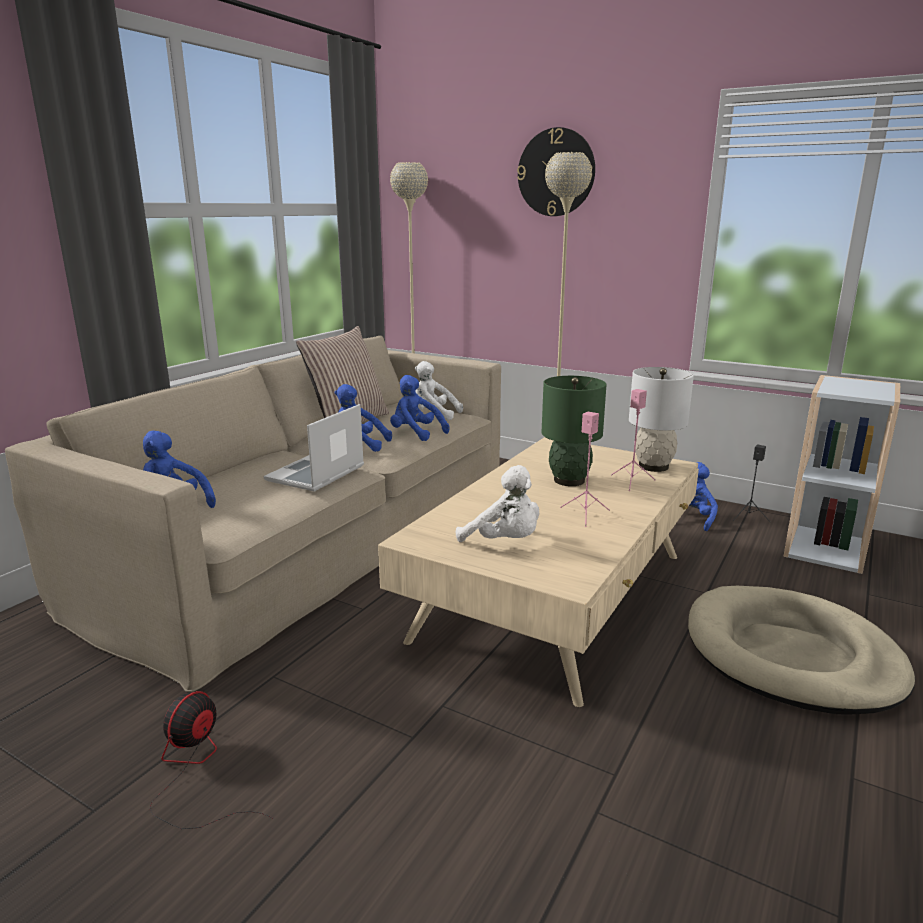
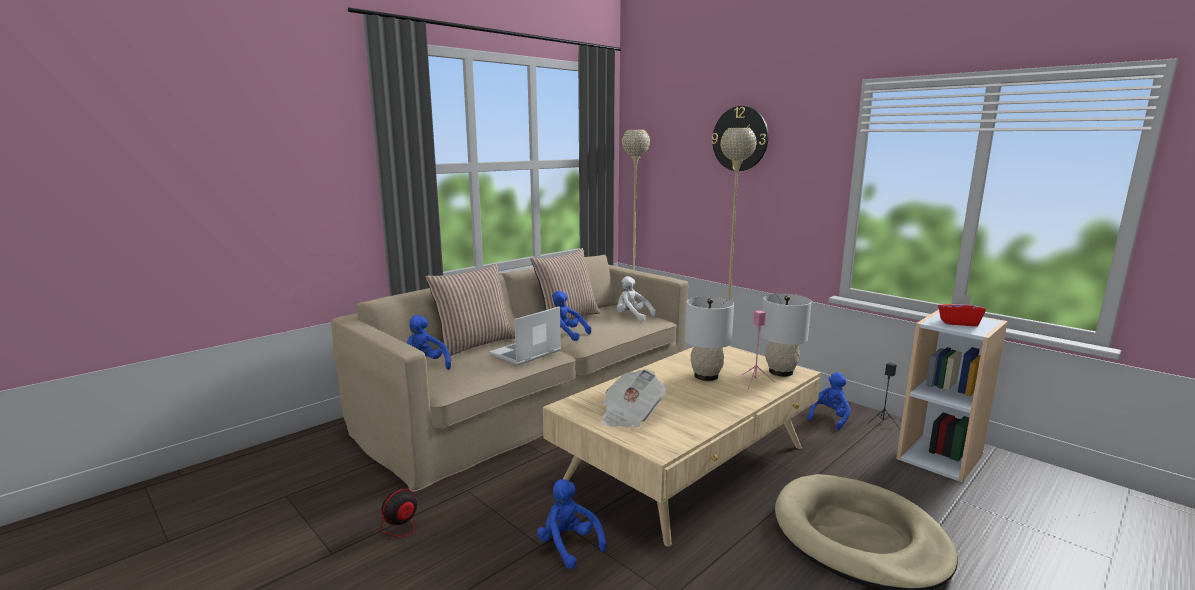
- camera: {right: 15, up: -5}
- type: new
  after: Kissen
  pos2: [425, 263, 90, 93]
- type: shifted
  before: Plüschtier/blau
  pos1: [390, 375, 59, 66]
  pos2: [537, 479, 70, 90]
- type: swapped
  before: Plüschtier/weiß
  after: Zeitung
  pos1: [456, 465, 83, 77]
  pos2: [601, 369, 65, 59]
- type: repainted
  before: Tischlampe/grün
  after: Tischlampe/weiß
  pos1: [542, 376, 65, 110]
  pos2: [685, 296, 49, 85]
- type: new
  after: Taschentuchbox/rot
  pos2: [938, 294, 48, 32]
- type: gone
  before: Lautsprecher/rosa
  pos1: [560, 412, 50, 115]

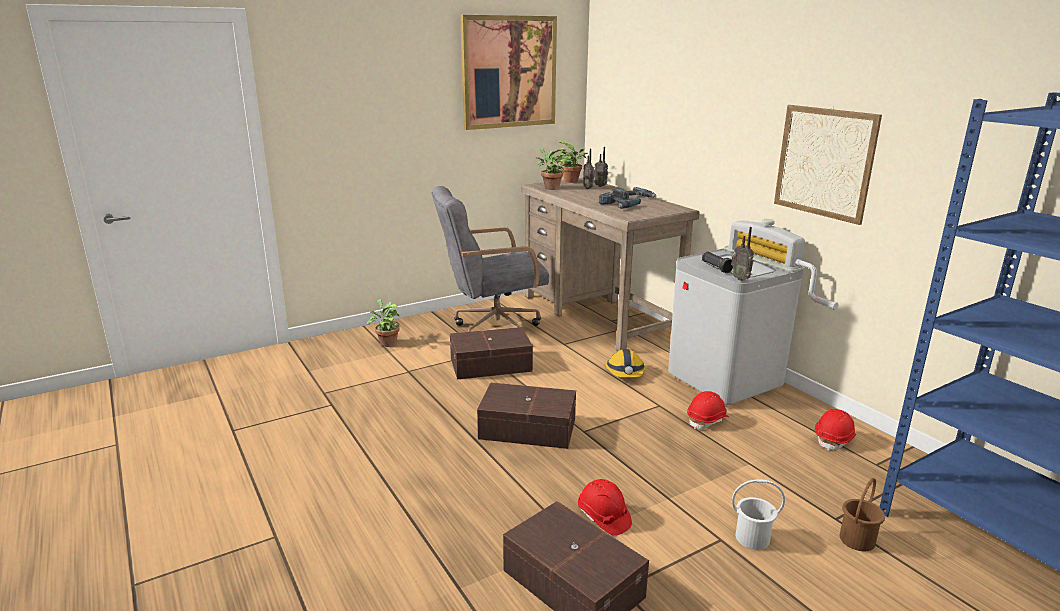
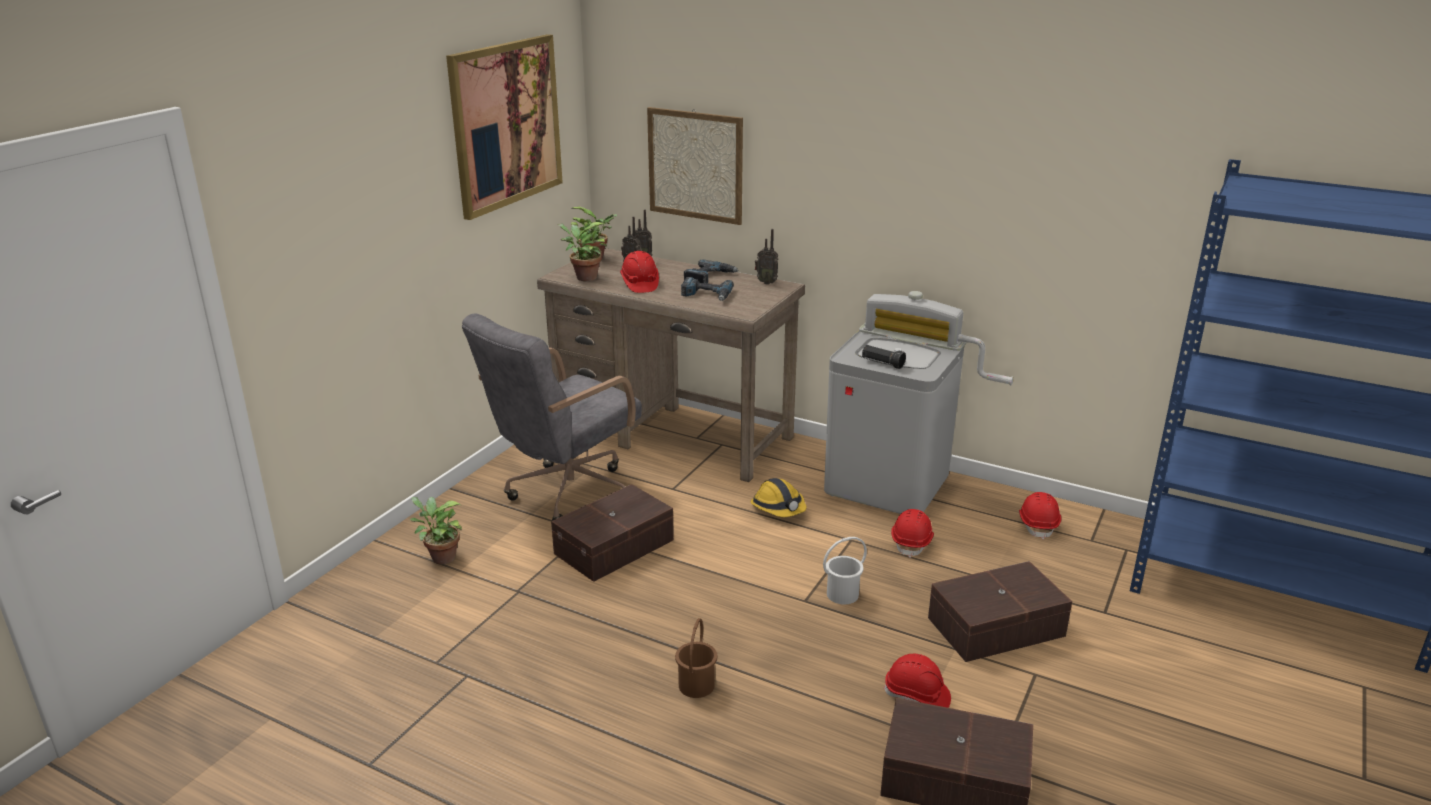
- camera: {right: -30, up: 5}
- type: new
  after: Schutzhelm/rot
  pos2: [620, 251, 39, 42]
- type: shifted
  before: Bild
  pos1: [774, 105, 108, 120]
  pos2: [647, 107, 96, 118]
- type: shifted
  before: Eimer/braun
  pos1: [840, 478, 45, 73]
  pos2: [675, 618, 43, 80]
- type: shifted
  before: Radio
  pos1: [731, 227, 23, 54]
  pos2: [755, 229, 23, 56]
- type: shifted
  before: Eimer/weiß
  pos1: [732, 479, 53, 71]
  pos2: [823, 537, 44, 67]
- type: shifted
  before: Aufbewahrungsbox/braun
  pos1: [477, 383, 99, 66]
  pos2: [928, 561, 144, 101]

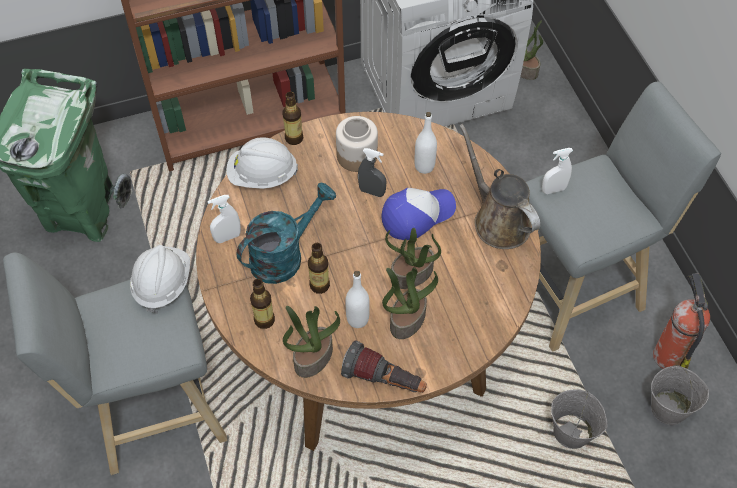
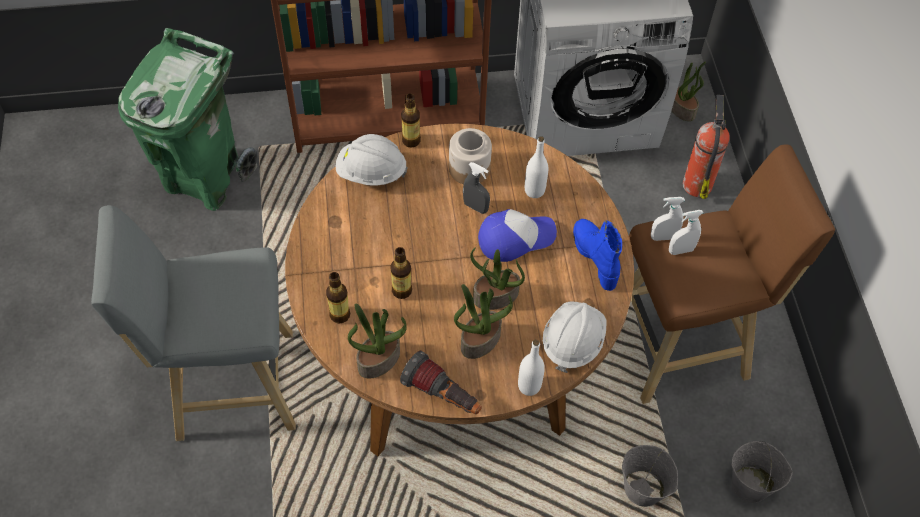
- camera: {right: 10, up: 0}
- type: shifted
  before: Flasche/weiß
  pos1: [345, 271, 25, 57]
  pos2: [518, 339, 27, 57]
- type: shifted
  before: Schutzhelm/weiß
  pos1: [130, 245, 60, 68]
  pos2: [543, 302, 64, 71]
- type: swapped
  before: Gießkanne/braun
  after: Stiefel/blau
  pos1: [460, 124, 80, 125]
  pos2: [573, 219, 49, 72]
- type: repainted
  before: Hocker/grau
  after: Hocker/braun
  pos1: [526, 82, 195, 270]
  pos2: [629, 144, 206, 260]
- type: shifted
  before: Sprühflasche/weiß
  pos1: [208, 195, 33, 48]
  pos2: [669, 210, 34, 45]
- type: shifted
  before: Feuerlöscher
  pos1: [653, 273, 57, 96]
  pos2: [683, 95, 47, 104]
- type: gone
  before: Gießkanne/türkis
  pos1: [236, 182, 100, 102]

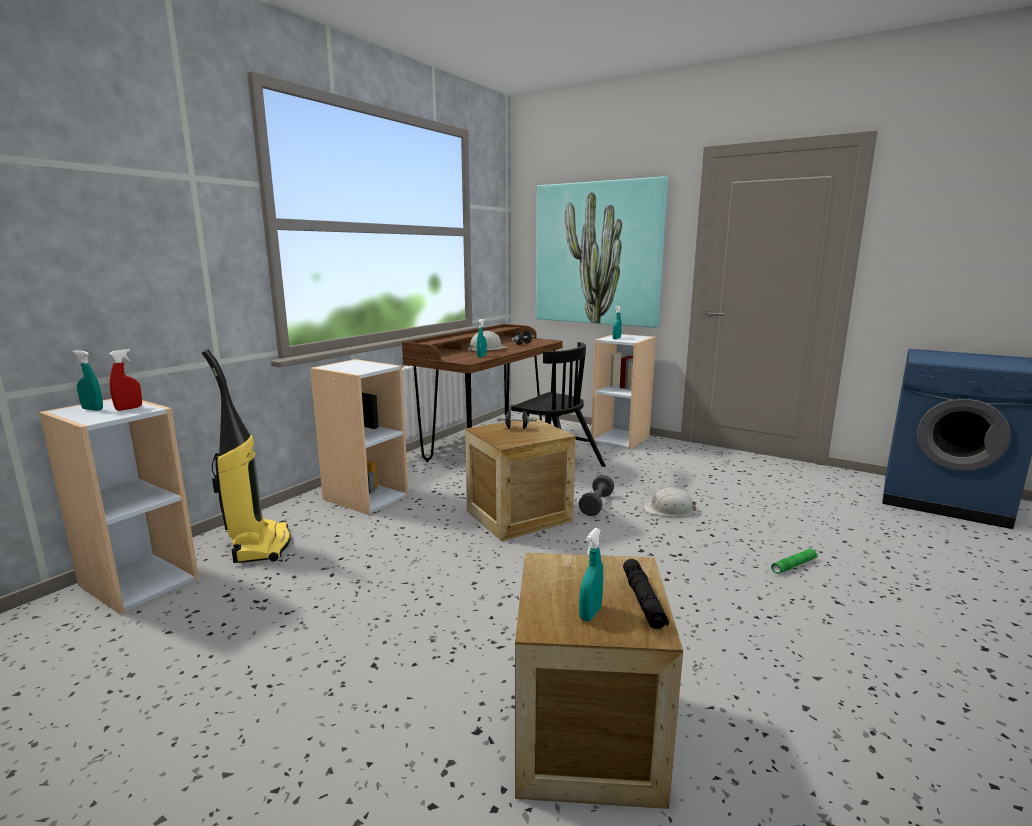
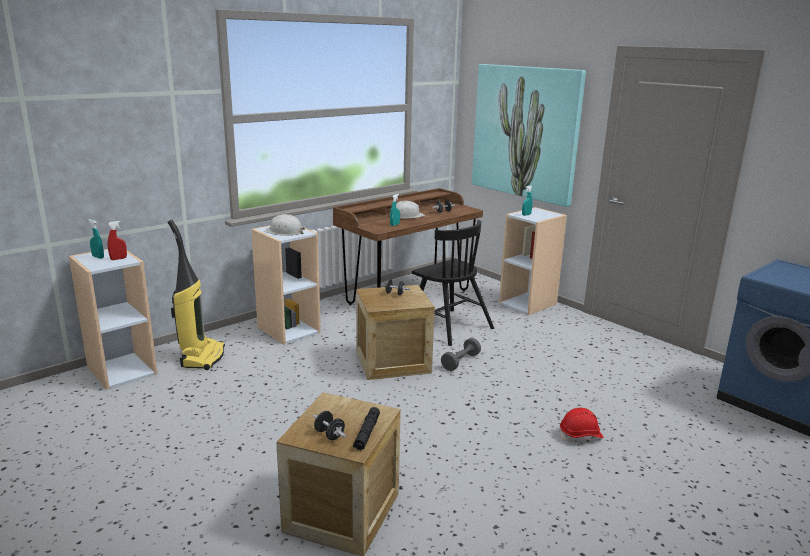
- camera: {right: 15, up: 5}
- type: shifted
  before: Schutzhelm/weiß
  pos1: [643, 487, 53, 30]
  pos2: [264, 214, 41, 22]
- type: swapped
  before: Sprühflasche/türkis
  after: Hantel/schwarz
  pos1: [579, 528, 24, 94]
  pos2: [313, 411, 33, 29]
- type: swapped
  before: Taschenlampe/grün
  after: Schutzhelm/rot
  pos1: [771, 548, 47, 26]
  pos2: [560, 408, 44, 34]

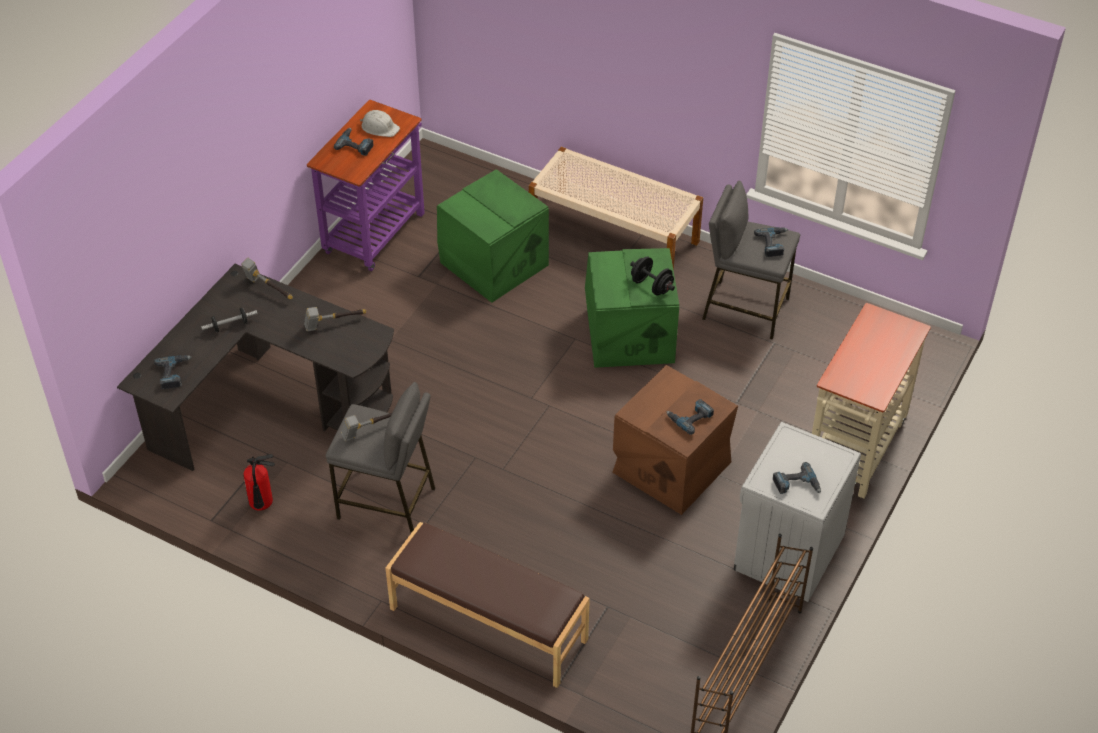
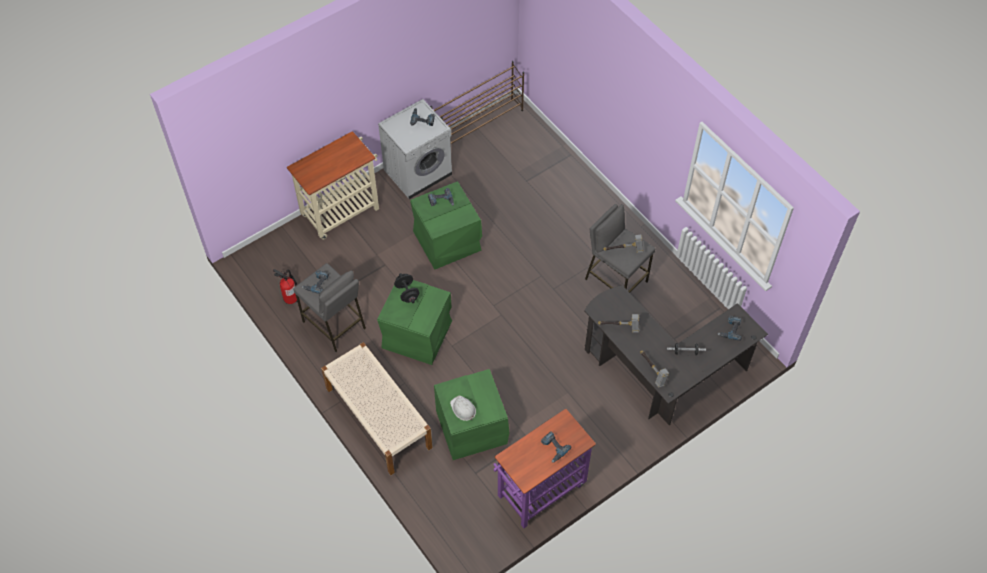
- camera: {right: -155, up: 10}
- type: shifted
  before: Feuerlöscher
  pos1: [243, 454, 32, 57]
  pos2: [273, 269, 24, 35]
- type: repainted
  before: Aufbewahrungsbox/braun
  after: Aufbewahrungsbox/grün
  pos1: [612, 365, 126, 150]
  pos2: [410, 181, 72, 89]
- type: shifted
  before: Schutzhelm/weiß
  pos1: [360, 110, 40, 27]
  pos2: [450, 396, 26, 25]
- type: gone
  before: Bank/braun
  pos1: [385, 522, 205, 166]

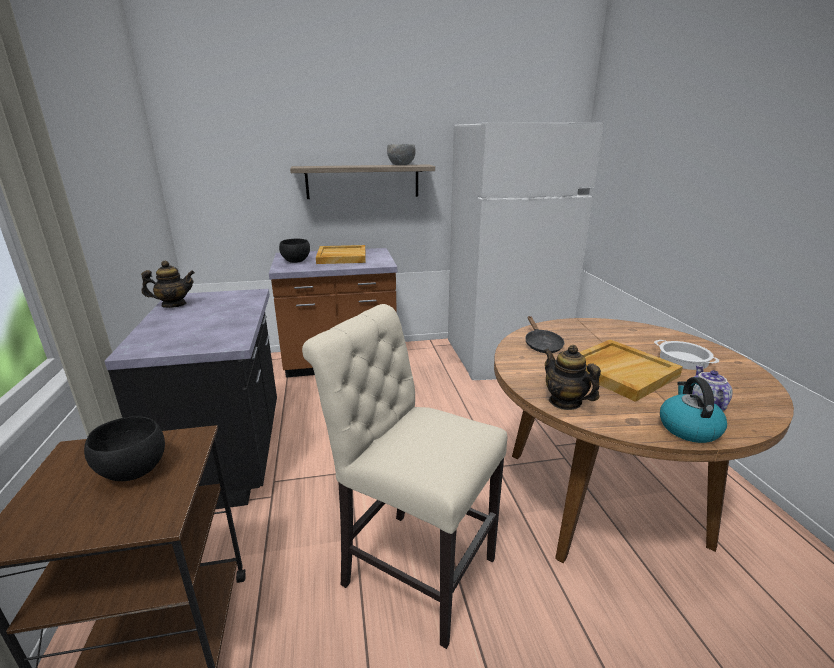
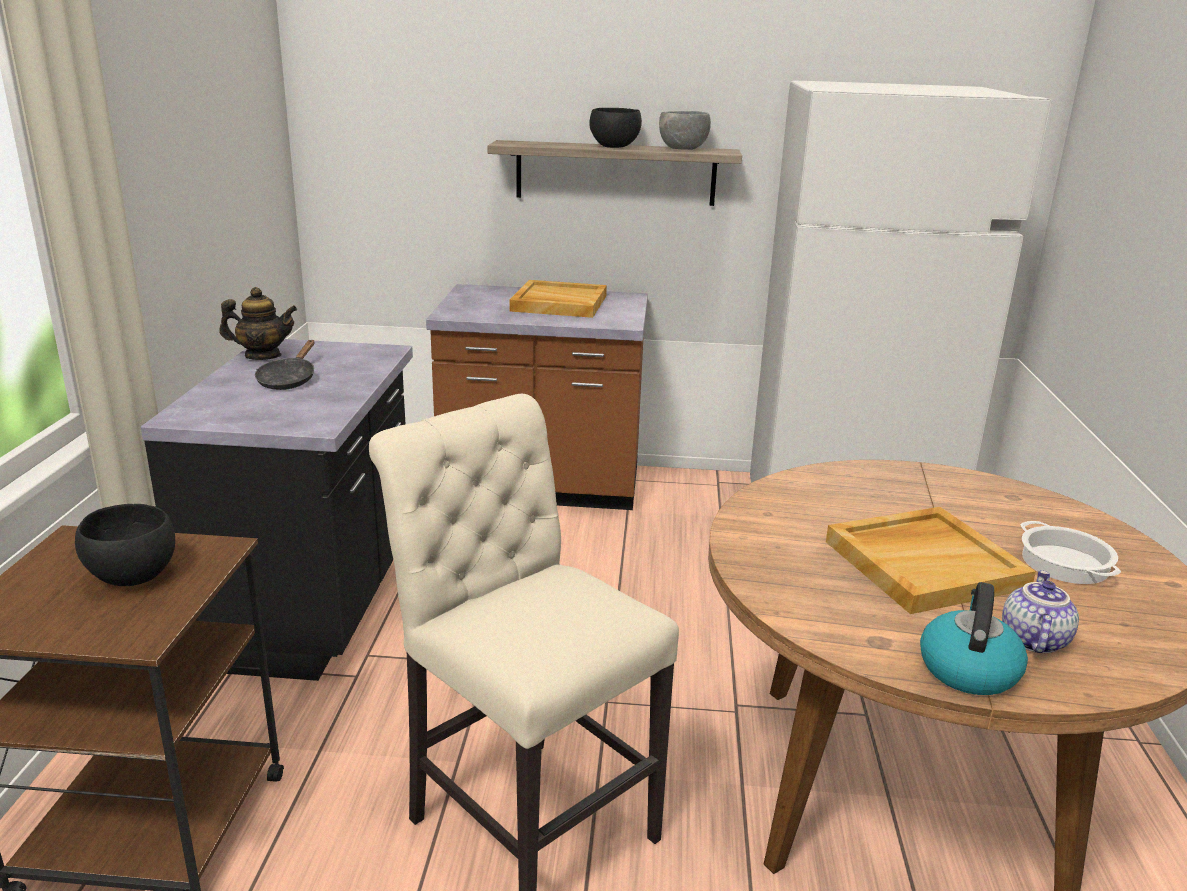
- camera: {right: 15, up: 0}
- type: shifted
  before: Pfanne/schwarz
  pos1: [525, 316, 39, 37]
  pos2: [255, 340, 60, 50]
- type: shifted
  before: Schüssel/schwarz
  pos1: [279, 239, 31, 24]
  pos2: [589, 108, 53, 40]
- type: gone
  before: Teekanne
  pos1: [544, 345, 57, 65]

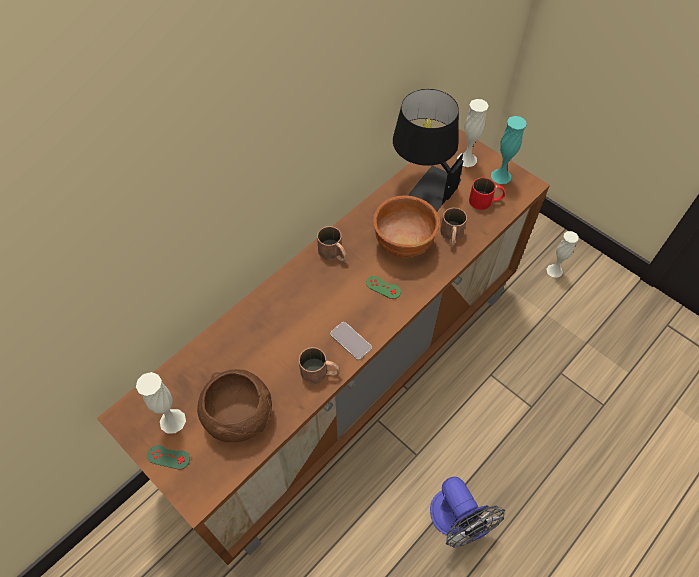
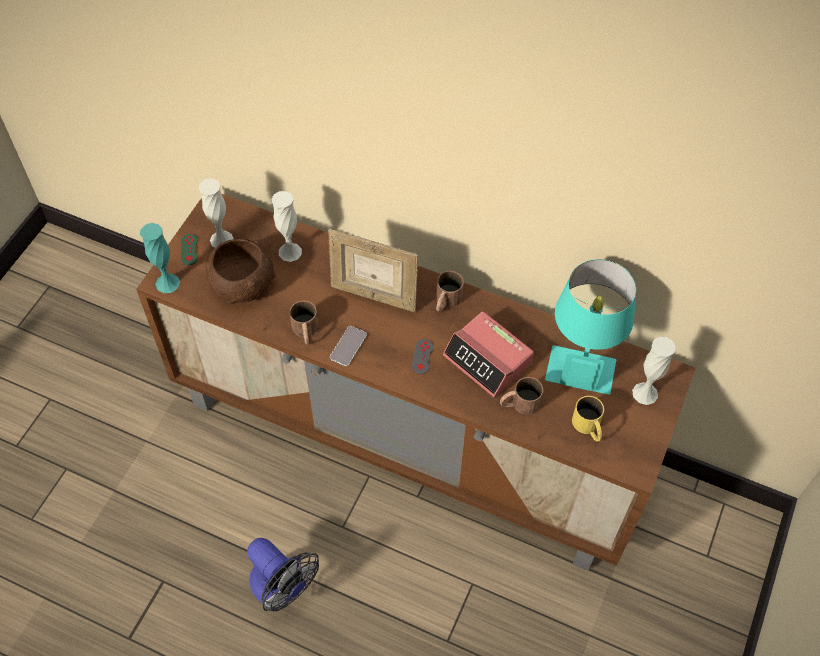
- camera: {right: 70, up: 0}
- type: shifted
  before: Vase/türkis
  pos1: [491, 116, 36, 68]
  pos2: [140, 223, 40, 70]
- type: rotated
  before: Ventilator
  pos1: [430, 477, 75, 71]
  pos2: [247, 538, 72, 73]
  turn: -90
- type: shifted
  before: Vase/weiß
  pos1: [546, 231, 33, 47]
  pos2: [271, 191, 31, 71]
- type: new
  after: Bilderrahmen
  pos2: [328, 229, 90, 83]
- type: repainted
  before: Gamepad/grün
  after: Gamepad/grau
  pos1: [366, 276, 35, 23]
  pos2: [412, 339, 22, 35]
- type: swapped
  before: Schüssel/braun
  after: Wecker
  pos1: [373, 196, 66, 62]
  pos2: [443, 311, 91, 87]
- type: repainted
  before: Tischlampe/schwarz
  after: Tischlampe/türkis
  pos1: [393, 89, 71, 123]
  pos2: [545, 259, 91, 136]
- type: repainted
  before: Henkelbecher/rot
  after: Henkelbecher/gelb
  pos1: [469, 177, 36, 33]
  pos2: [572, 396, 32, 46]

